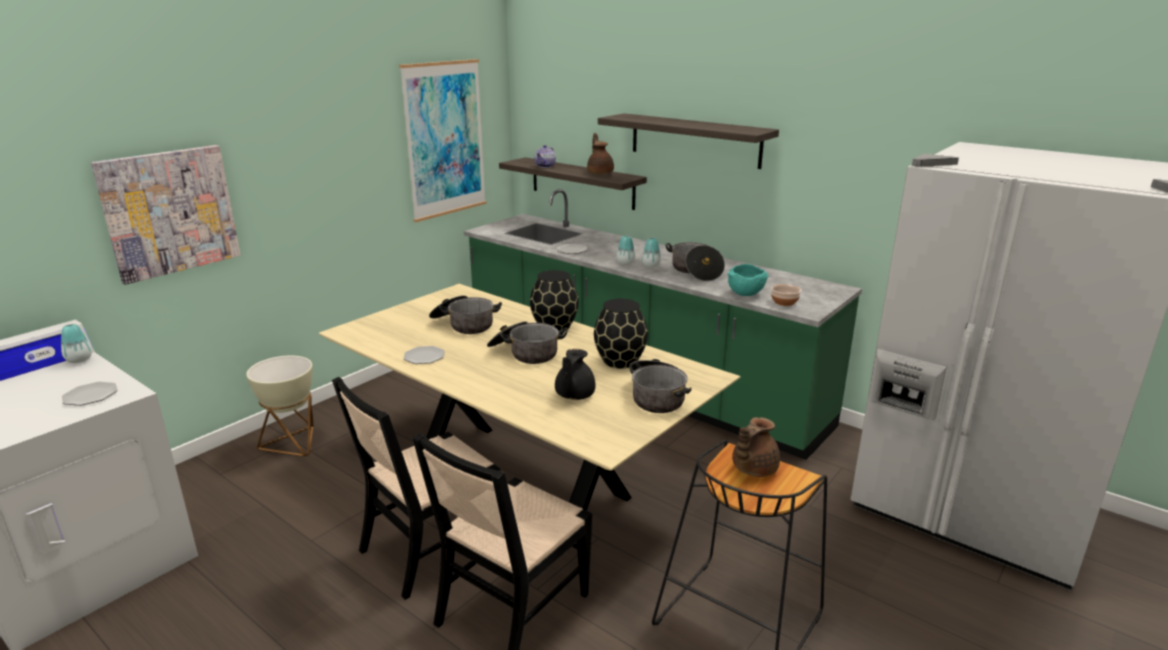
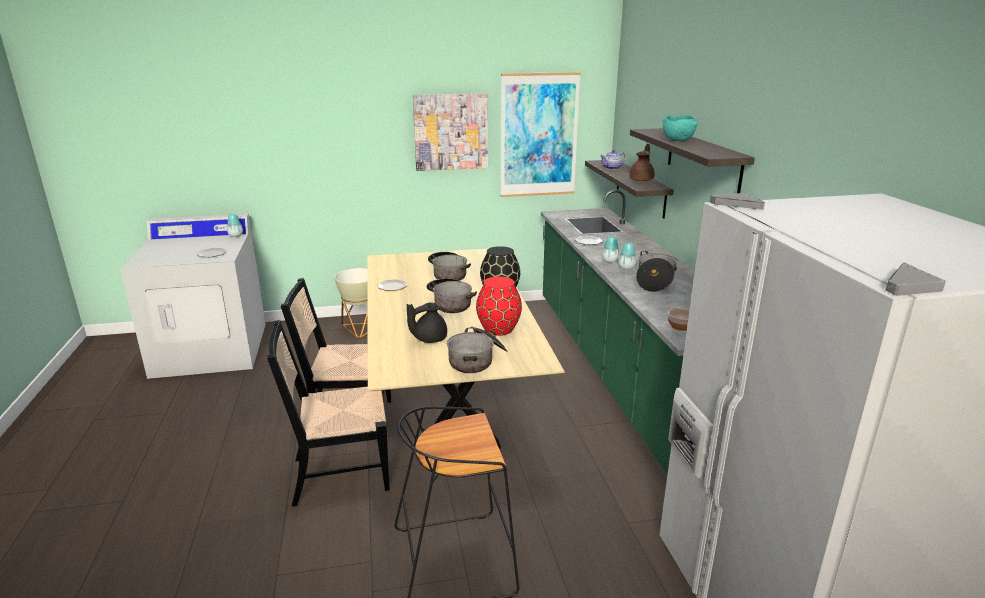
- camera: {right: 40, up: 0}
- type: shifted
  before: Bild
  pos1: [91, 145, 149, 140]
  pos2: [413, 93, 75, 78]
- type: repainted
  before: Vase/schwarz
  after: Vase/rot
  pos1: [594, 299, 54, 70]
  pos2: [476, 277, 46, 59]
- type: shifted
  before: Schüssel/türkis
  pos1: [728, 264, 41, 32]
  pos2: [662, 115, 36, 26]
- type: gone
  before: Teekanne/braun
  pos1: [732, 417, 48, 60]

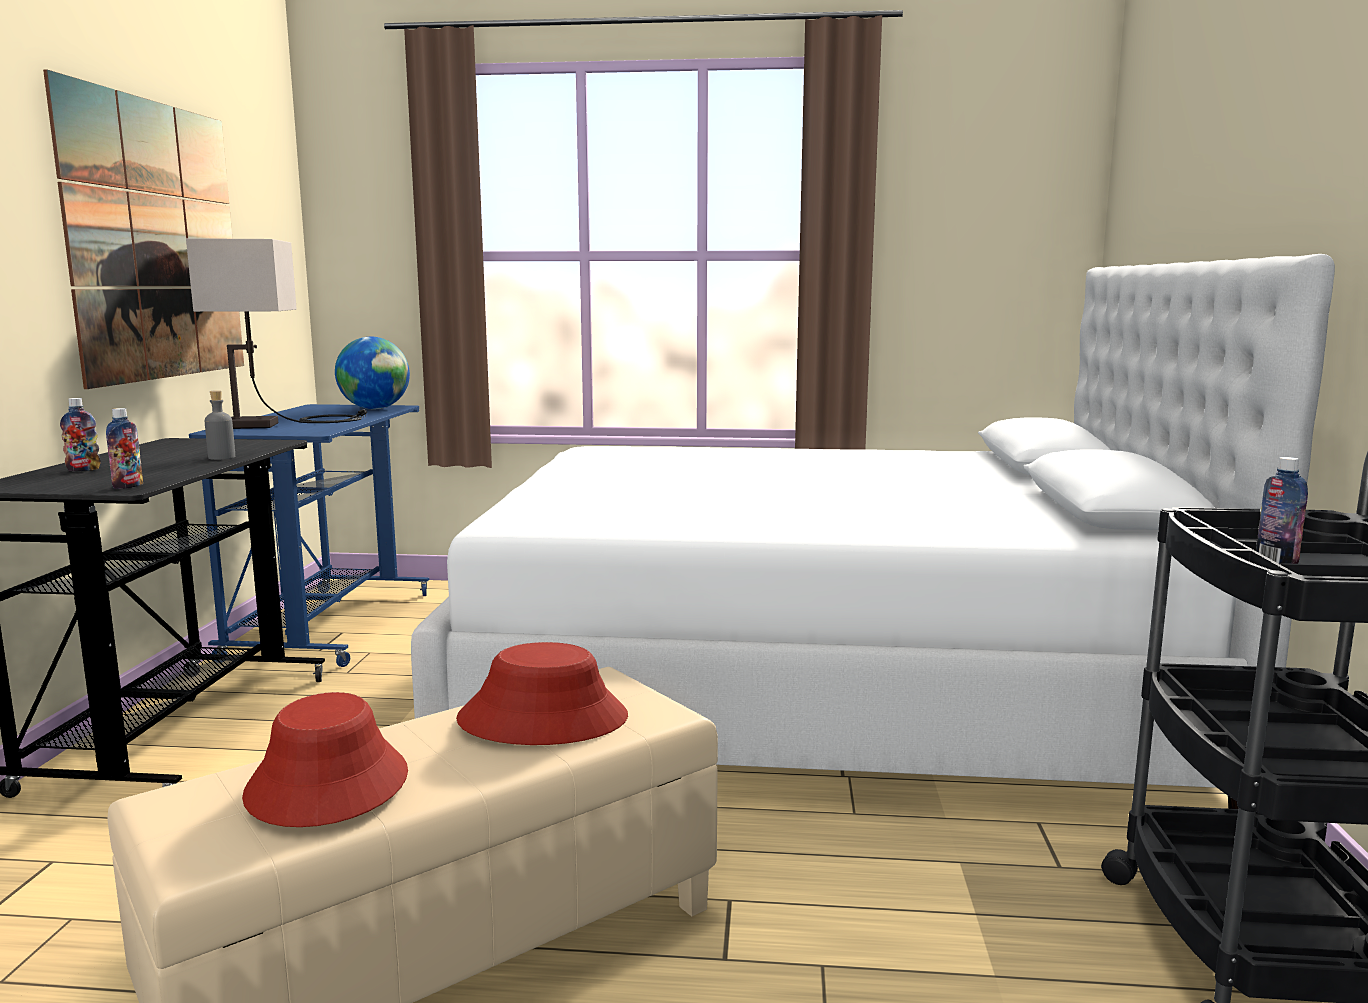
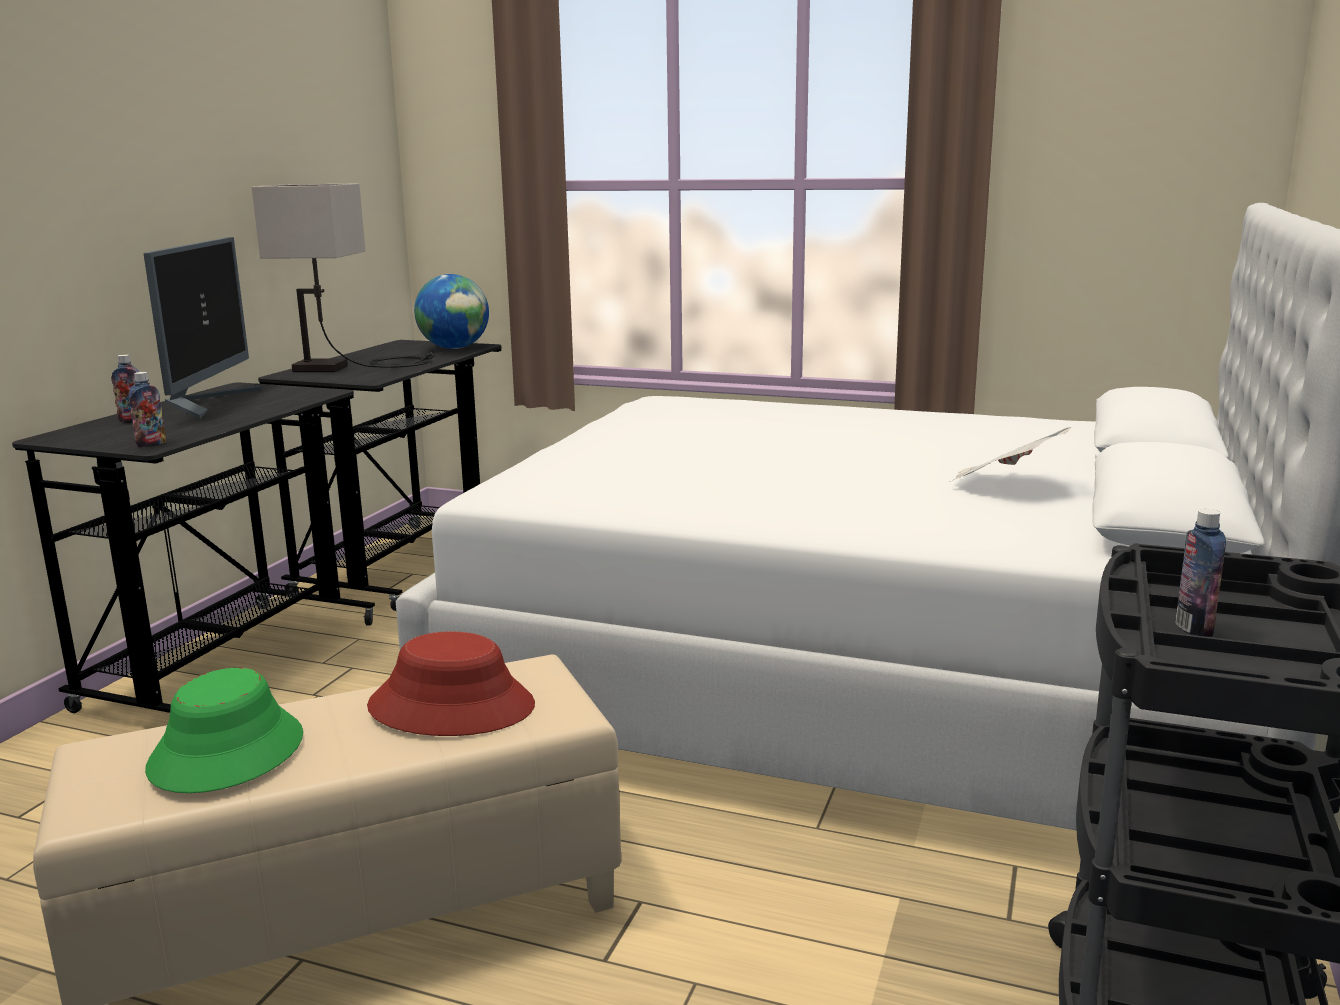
- camera: {right: 15, up: 5}
- type: new
  after: Monitor
  pos2: [144, 237, 118, 182]
- type: repainted
  before: Hut/rot
  after: Hut/grün
  pos1: [242, 692, 166, 135]
  pos2: [145, 668, 158, 125]
- type: repainted
  before: Schreibtisch/blau
  after: Schreibtisch/schwarz
  pos1: [189, 404, 240, 263]
  pos2: [258, 340, 244, 271]
- type: new
  after: Zeitung
  pos2: [955, 427, 117, 52]
- type: gone
  before: Bild
  pos1: [43, 69, 201, 320]
- type: gone
  before: Flasche/grau
  pos1: [205, 390, 30, 70]

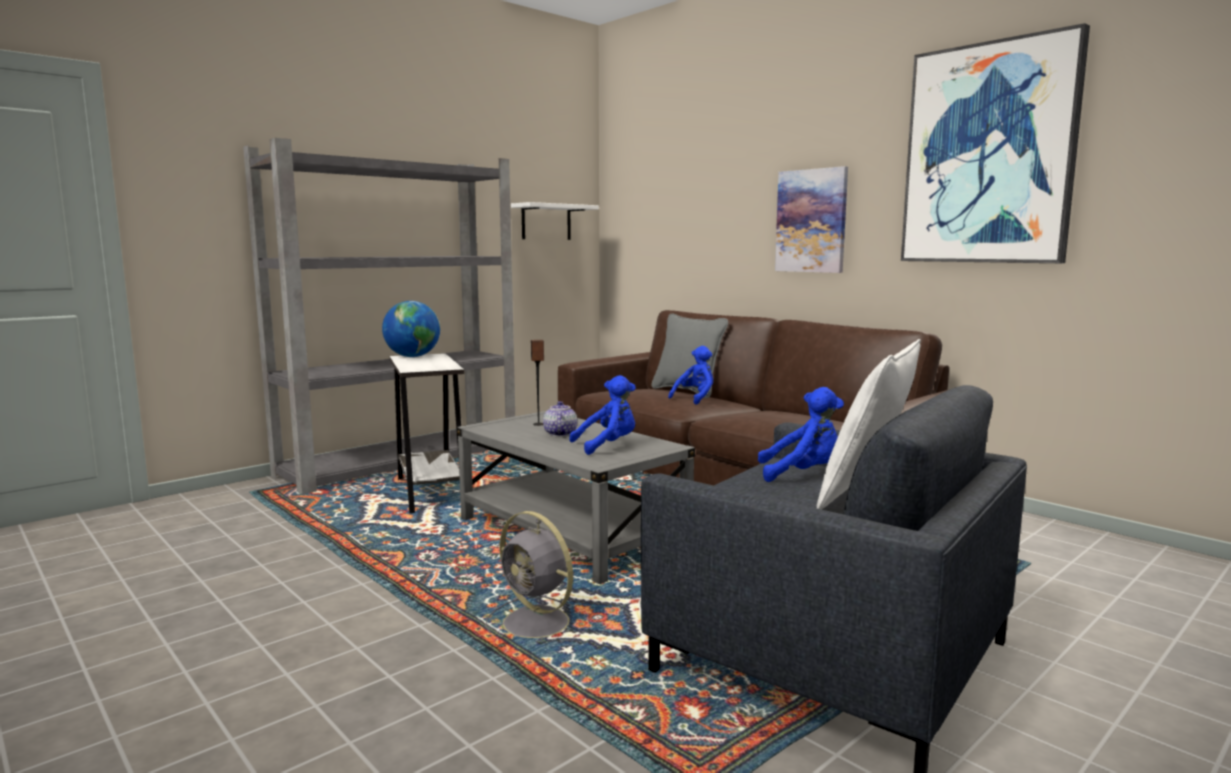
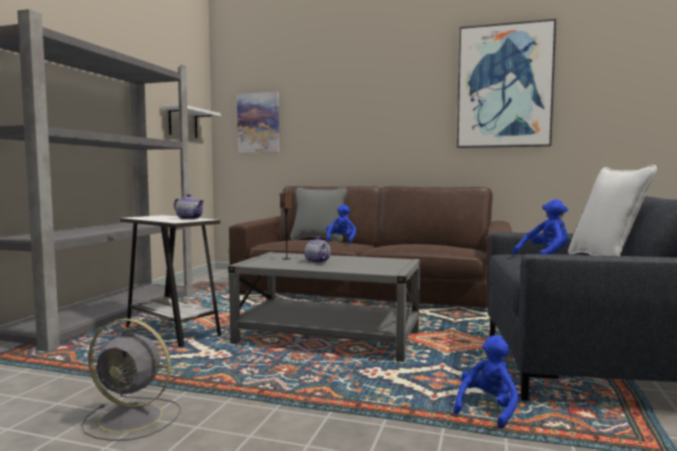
- camera: {right: -30, up: -5}
- type: shifted
  before: Ventilator/grau
  pos1: [486, 511, 99, 128]
  pos2: [81, 318, 100, 123]
- type: new
  after: Teekanne
  pos2: [174, 194, 31, 26]
- type: shifted
  before: Bild
  pos1: [775, 166, 73, 107]
  pos2: [237, 92, 42, 61]
- type: shifted
  before: Plüschtier/blau
  pos1: [569, 375, 67, 80]
  pos2: [453, 335, 66, 94]
- type: gone
  before: Globus
  pos1: [382, 301, 58, 56]

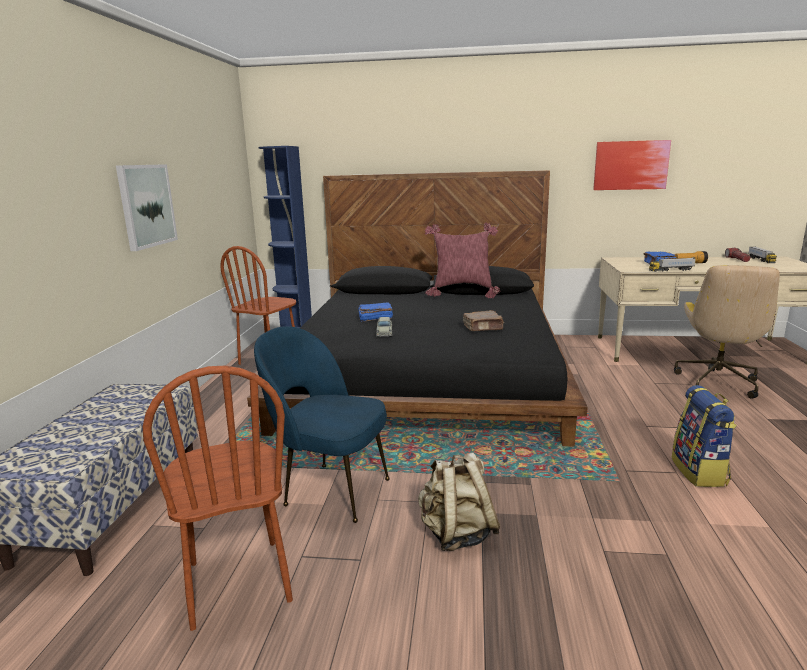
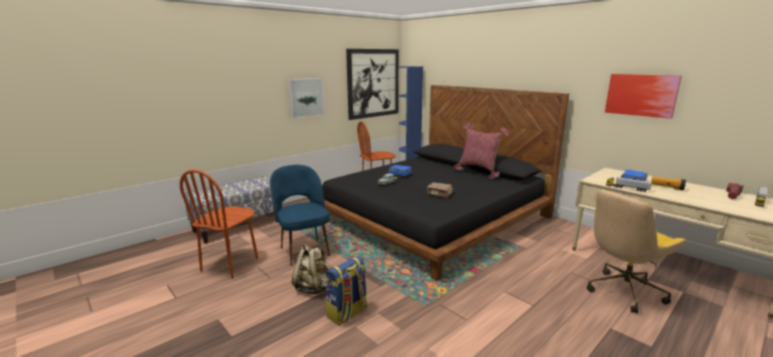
- camera: {right: 40, up: 0}
- type: shifted
  before: Rucksack
  pos1: [671, 385, 66, 102]
  pos2: [326, 256, 42, 70]
- type: new
  after: Bild
  pos2: [346, 49, 53, 71]

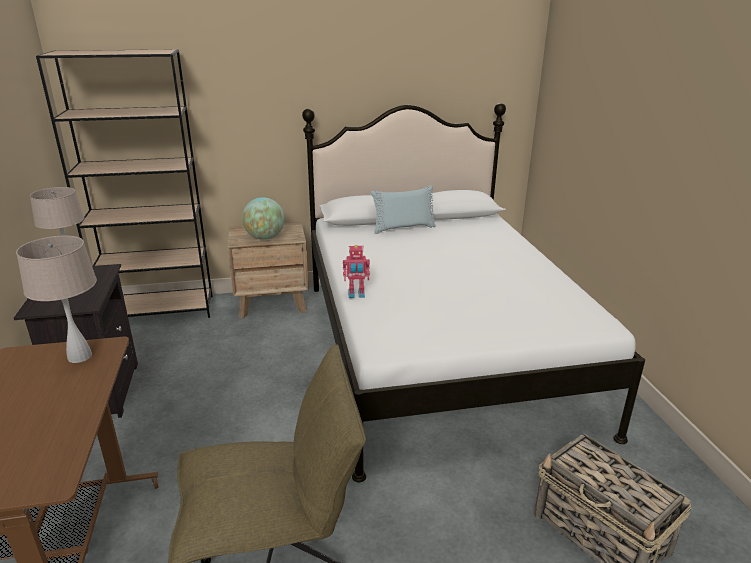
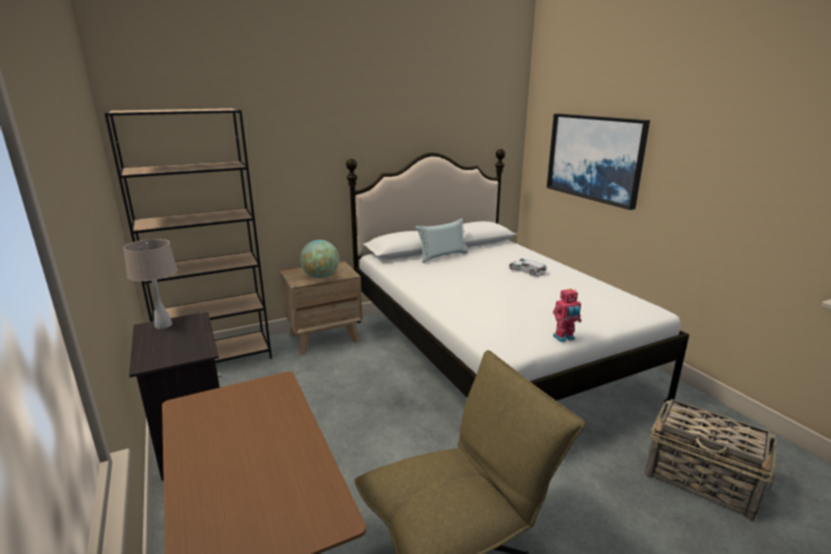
- camera: {right: -15, up: -5}
- type: new
  after: Spielzeugauto/weiß
  pos2: [509, 258, 38, 18]
- type: new
  after: Bild
  pos2: [547, 114, 103, 96]
- type: shifted
  before: Spielzeugroboter
  pos1: [343, 245, 27, 53]
  pos2: [553, 289, 29, 53]
- type: gone
  before: Tischlampe/beige
  pos1: [16, 235, 81, 128]

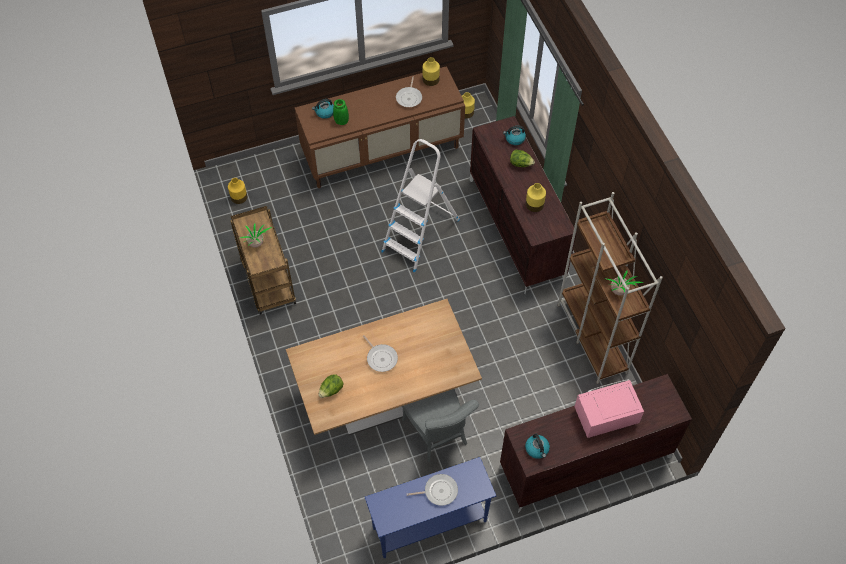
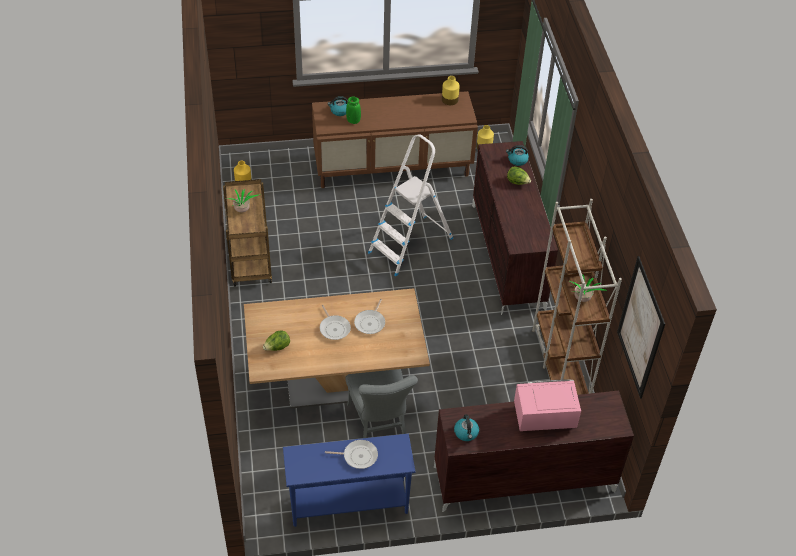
- camera: {right: 10, up: -10}
- type: shifted
  before: Pfanne
  pos1: [396, 77, 26, 30]
  pos2: [354, 299, 31, 35]
- type: new
  after: Bild
  pos2: [617, 256, 48, 143]
- type: gone
  before: Vase/gelb
  pos1: [526, 183, 20, 29]

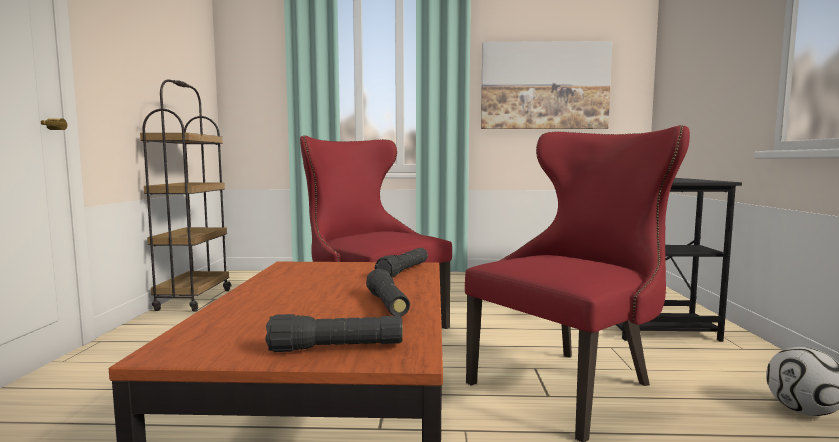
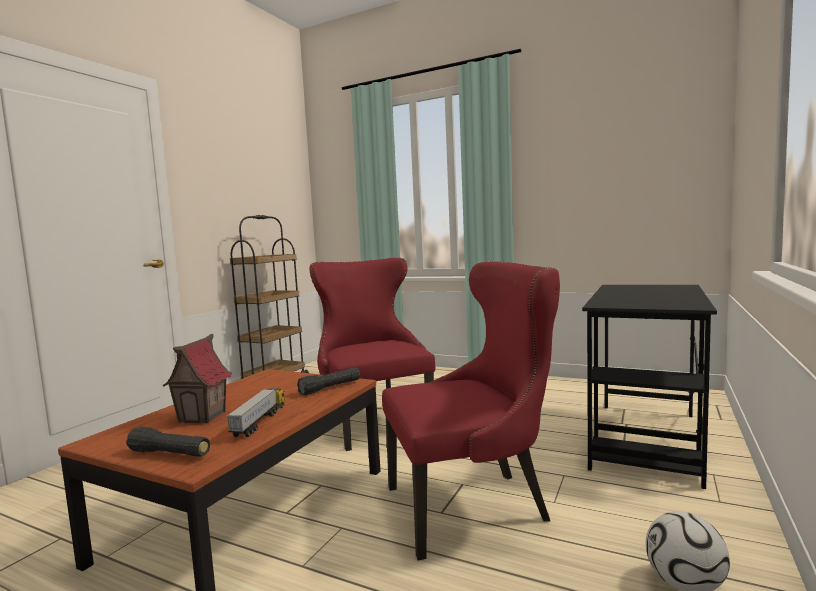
- camera: {right: 25, up: 0}
- type: new
  after: Spielzeughaus
  pos2: [162, 334, 70, 89]
- type: swapped
  before: Taschenlampe/schwarz
  after: Spielzeuglaster
  pos1: [366, 269, 44, 48]
  pos2: [227, 388, 58, 49]
- type: gone
  before: Bild
  pos1: [481, 41, 131, 88]

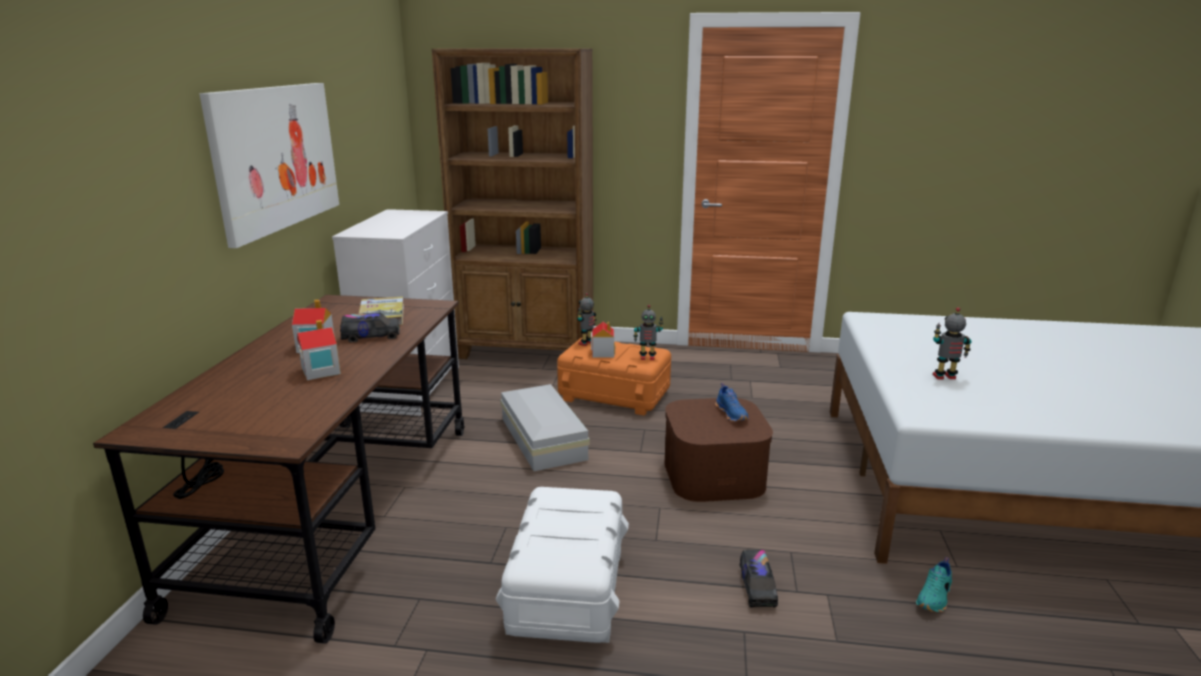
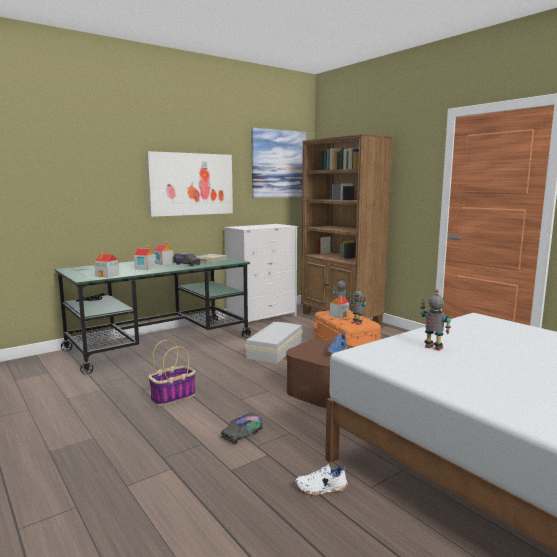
- camera: {right: 45, up: -10}
- type: repainted
  before: Schreibtisch/braun
  after: Schreibtisch/grün
  pos1: [93, 295, 372, 349]
  pos2: [55, 253, 196, 122]
- type: new
  after: Spielzeughaus
  pos2: [94, 251, 25, 27]
- type: swapped
  before: Aufbewahrungsbox/weiß
  after: Korb
  pos1: [496, 487, 133, 156]
  pos2: [148, 340, 48, 66]
- type: new
  after: Bild
  pos2: [251, 128, 55, 70]
- type: repainted
  before: Schuh/türkis
  after: Schuh/weiß
  pos1: [916, 557, 36, 56]
  pos2: [295, 465, 53, 31]

